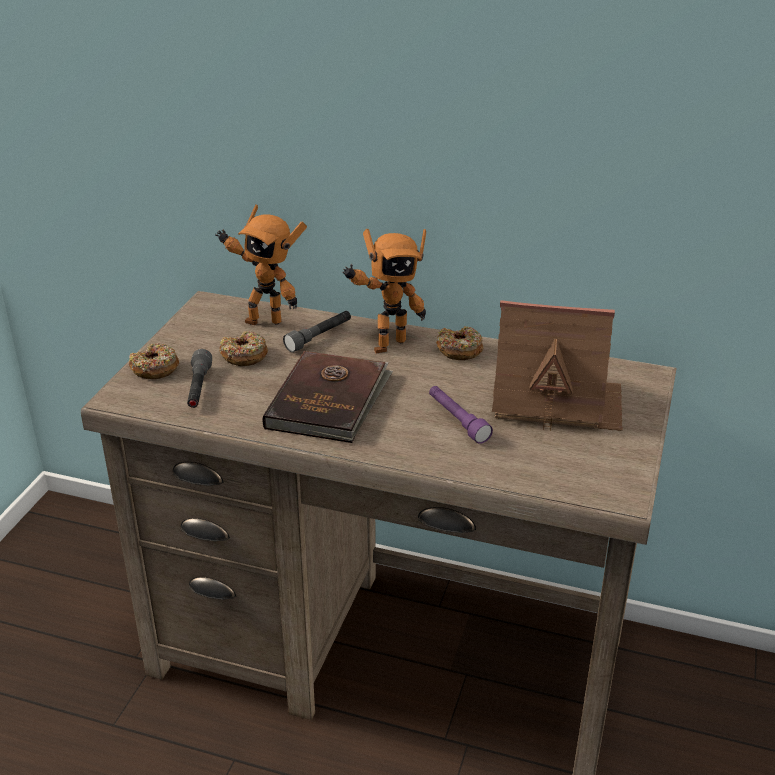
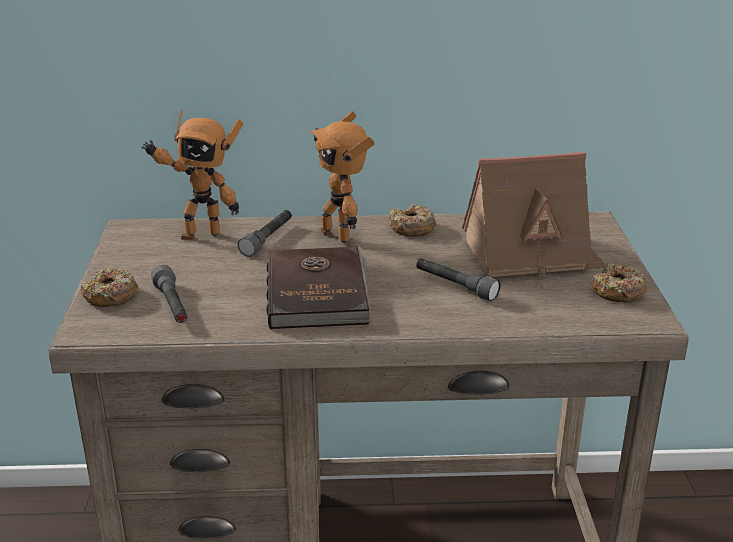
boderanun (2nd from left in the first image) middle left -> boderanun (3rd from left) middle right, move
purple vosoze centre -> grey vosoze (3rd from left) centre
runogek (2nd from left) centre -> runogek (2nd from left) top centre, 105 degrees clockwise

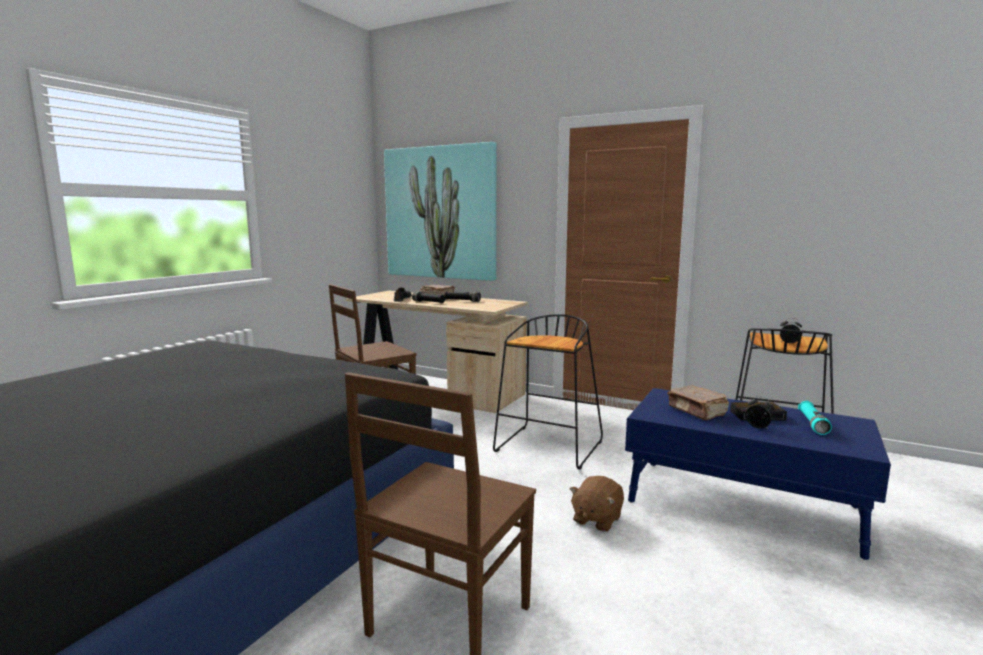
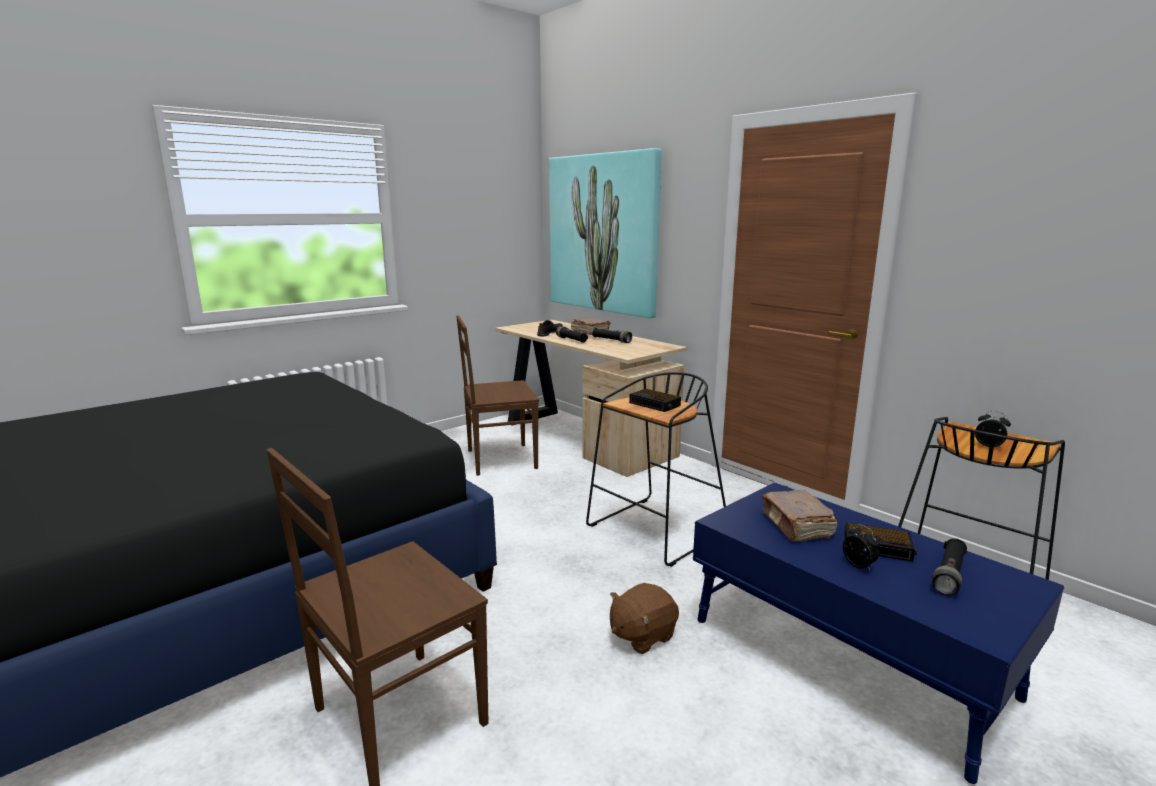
none -> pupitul (1st from left) centre
turquoise vosoze middle right -> black vosoze (3rd from left) bottom right

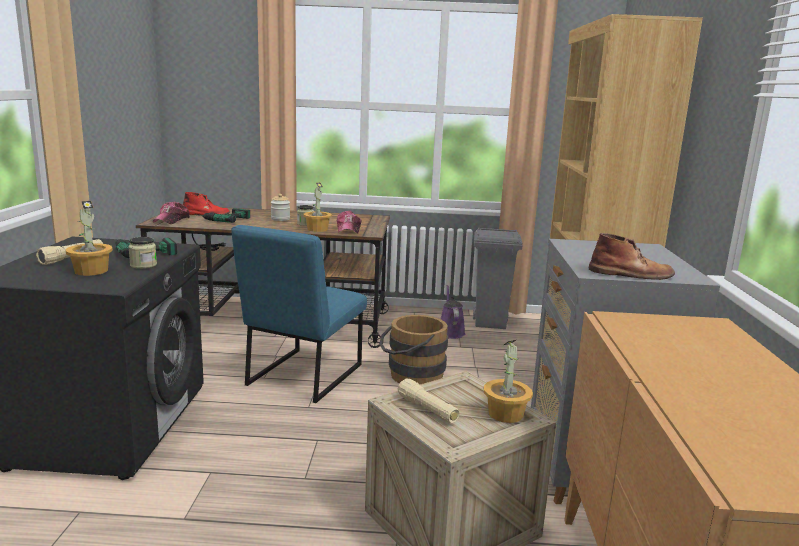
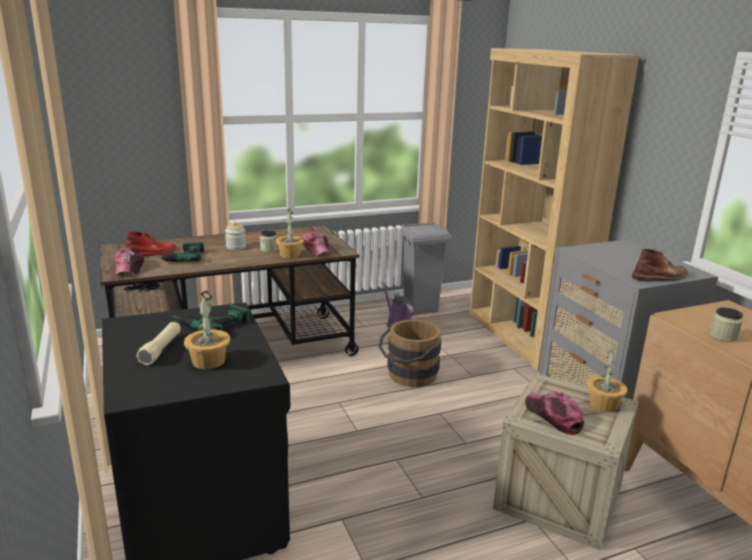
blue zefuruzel centre -> none
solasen (1st from left in the first image) middle left -> solasen (3rd from left) middle right, move
beige vosoze (2nd from left) bottom centre -> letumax (3rd from left) bottom right

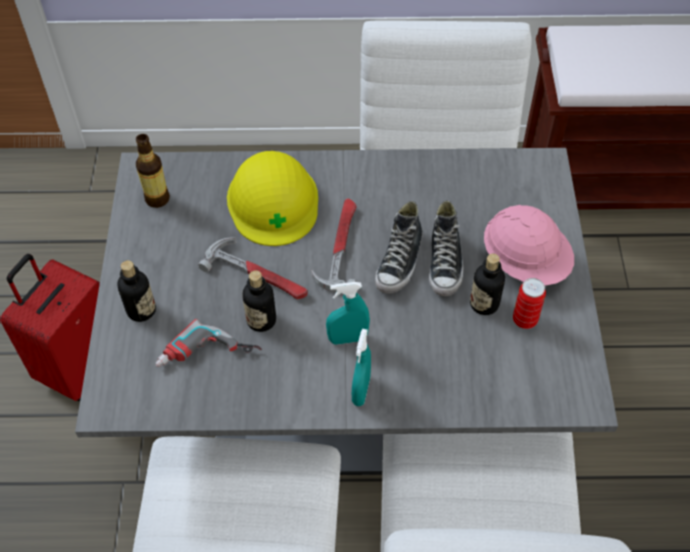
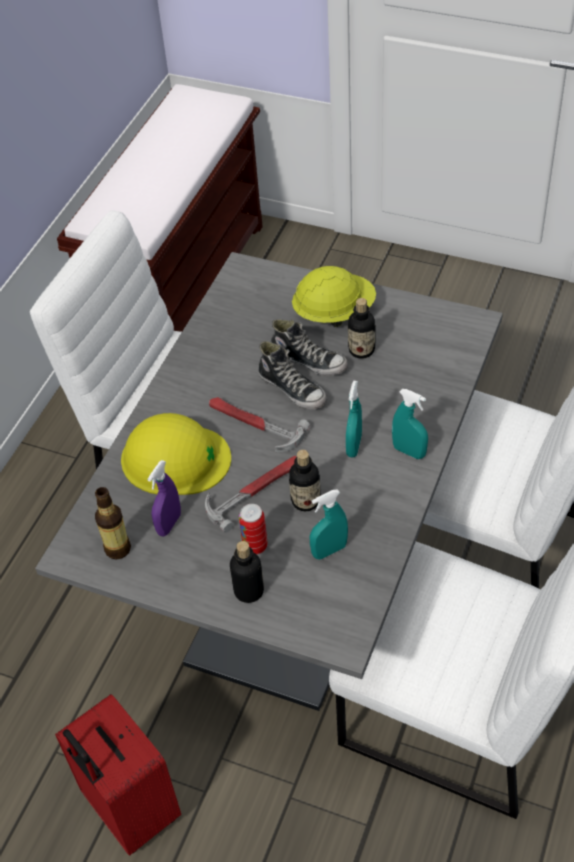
none -> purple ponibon middle left
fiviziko middle right -> fiviziko centre, move
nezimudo middle left -> turquoise ponibon (1st from left) centre
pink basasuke middle right -> yellow basasuke (2nd from left) centre

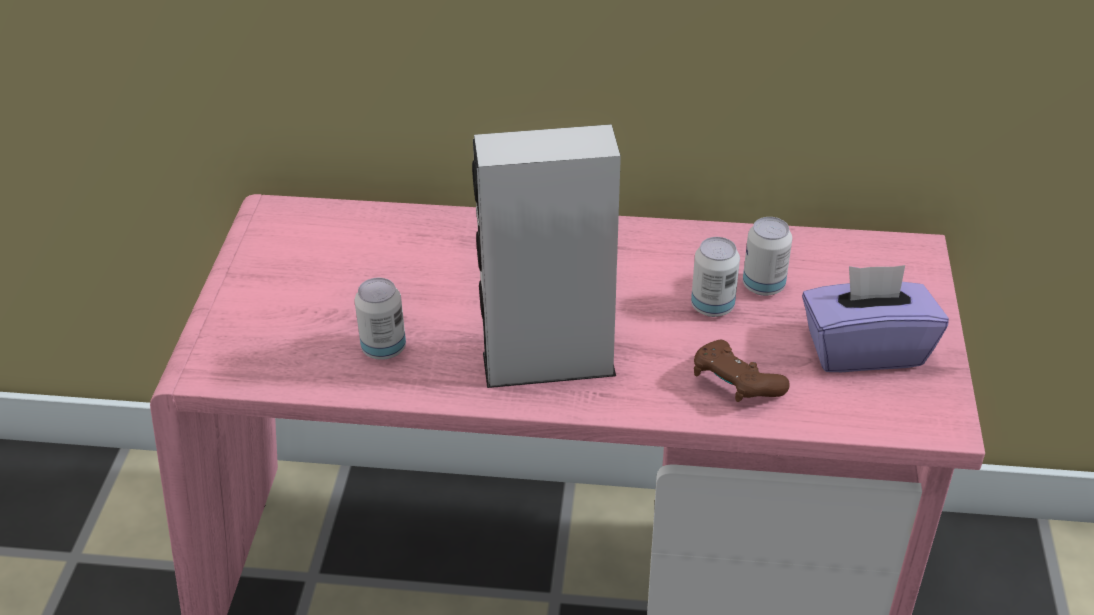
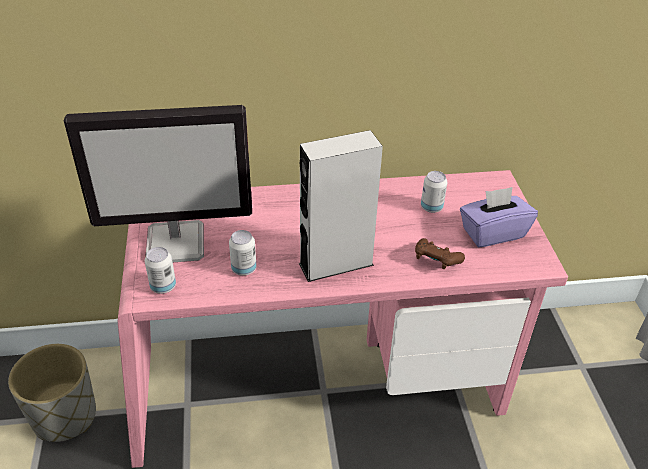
none -> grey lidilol bottom left
none -> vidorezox middle left
fiviziko (2nd from left in the first image) centre -> fiviziko (1st from left) middle left, move

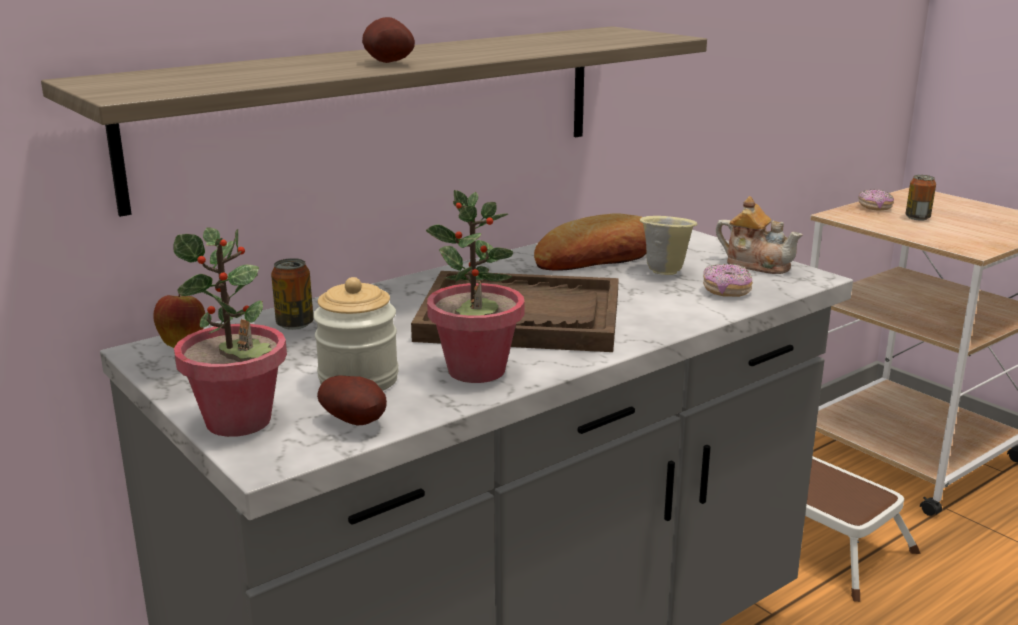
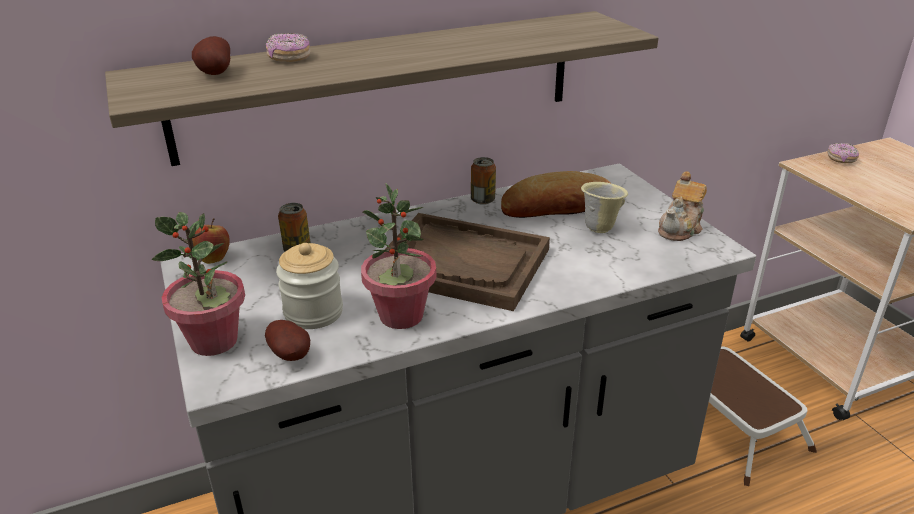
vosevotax (2nd from left in the first image) top centre -> vosevotax (1st from left) top left, move
boderanun (1st from left) middle right -> boderanun (1st from left) top left, move
fiviziko (2nd from left) top right -> fiviziko (2nd from left) centre, move
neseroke middle right, 75 degrees clockwise

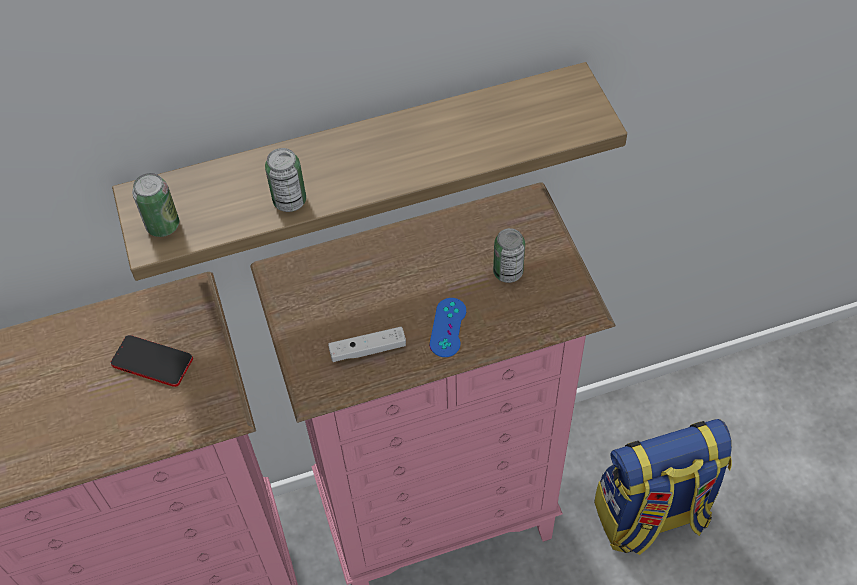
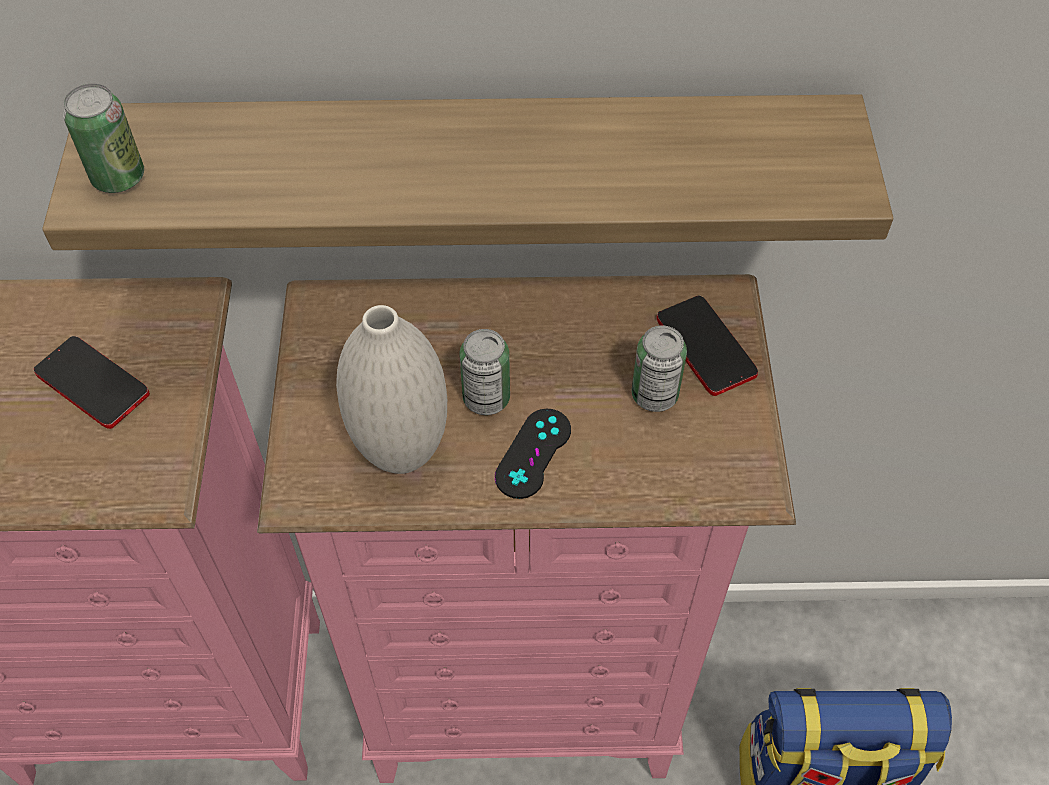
none -> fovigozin (2nd from left) middle right
fiviziko (2nd from left) top left -> fiviziko (2nd from left) centre, move
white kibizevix centre -> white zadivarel centre
blue kibizevix centre -> black kibizevix centre

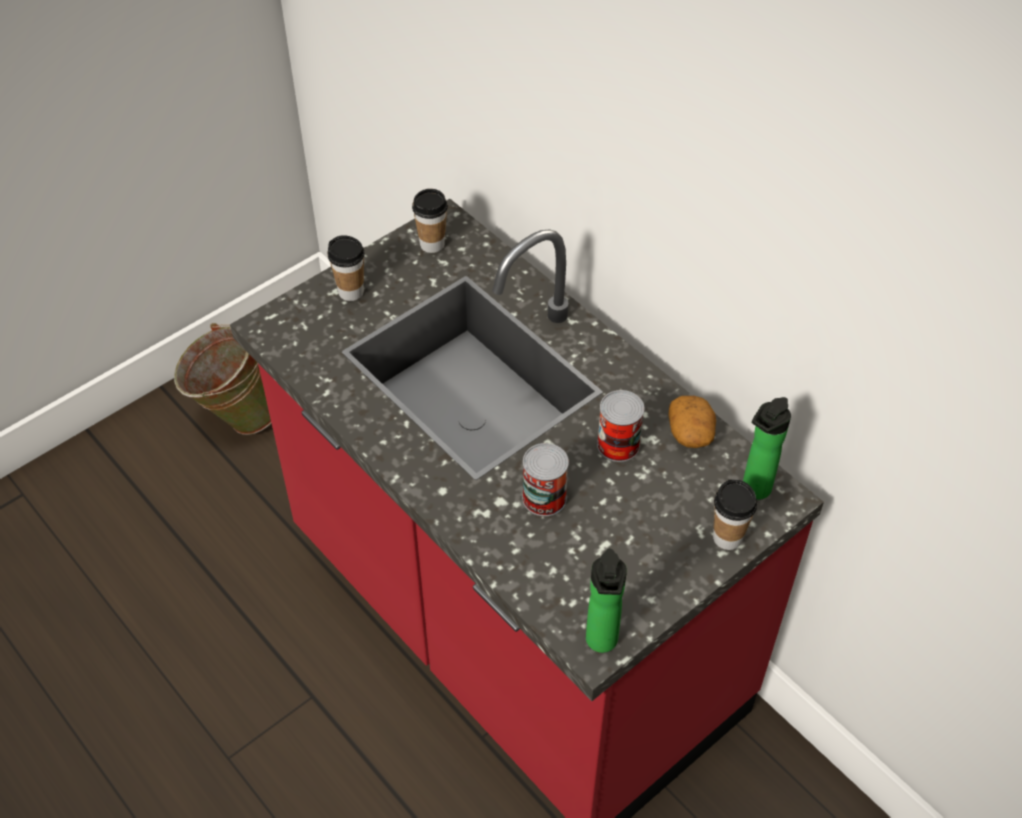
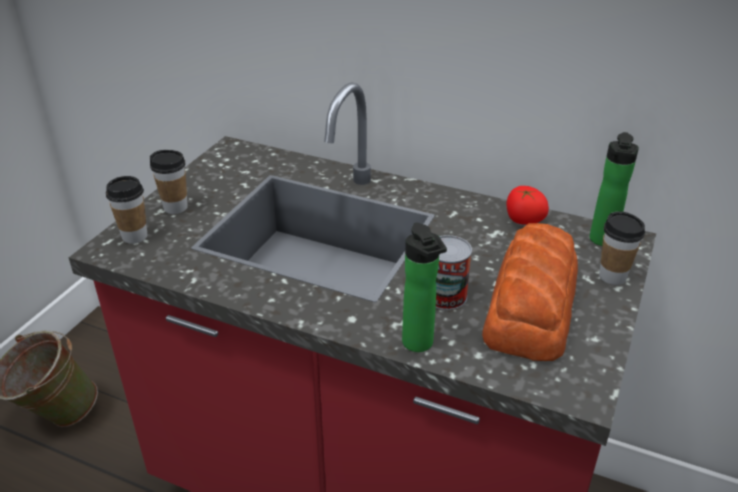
fiviziko (2nd from left) centre -> none
none -> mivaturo middle right
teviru (2nd from left in the first image) top centre -> teviru (1st from left) middle left, move
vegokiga (1st from left) bottom centre -> vegokiga (1st from left) centre, move
vosevotax middle right -> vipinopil middle right

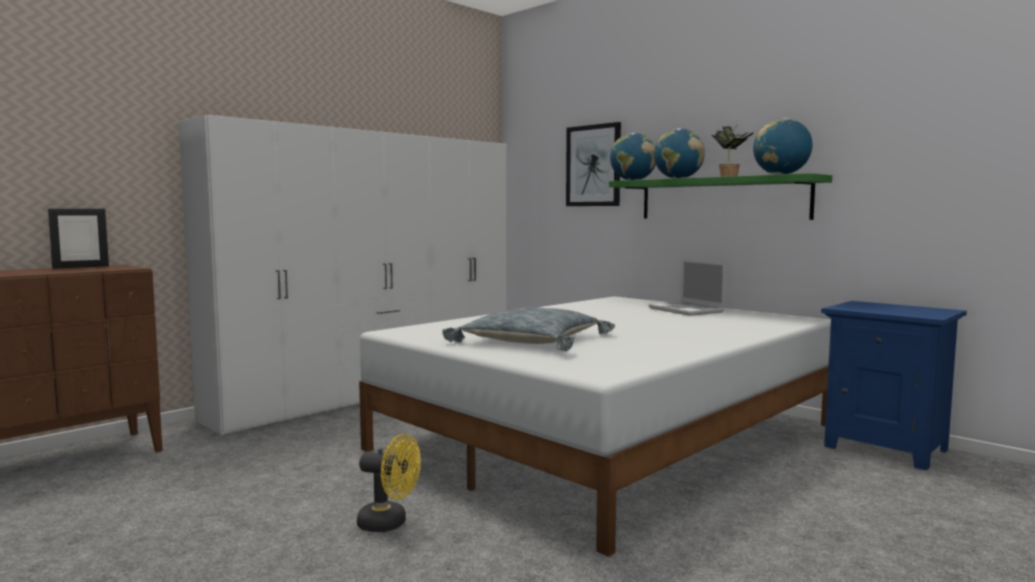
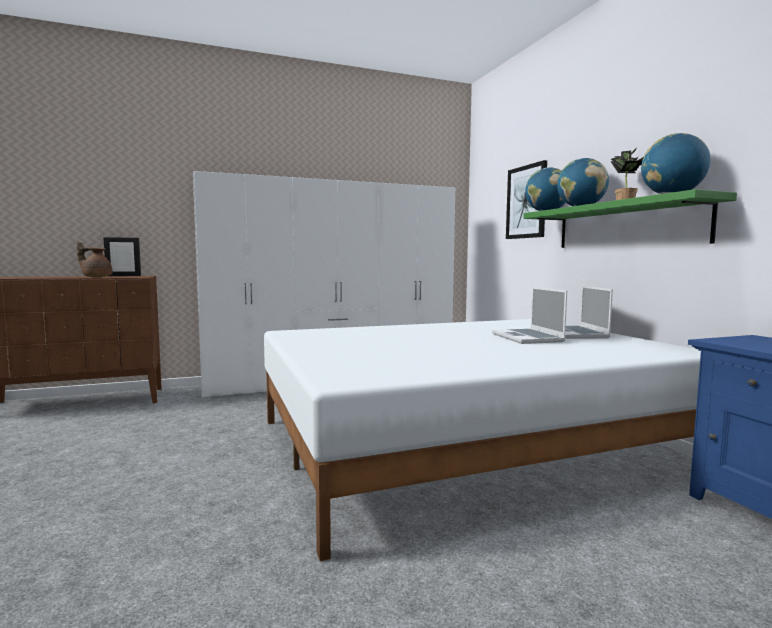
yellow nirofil bottom centre -> none
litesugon centre -> none
none -> brown neseroke middle left
none -> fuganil (1st from left) middle right

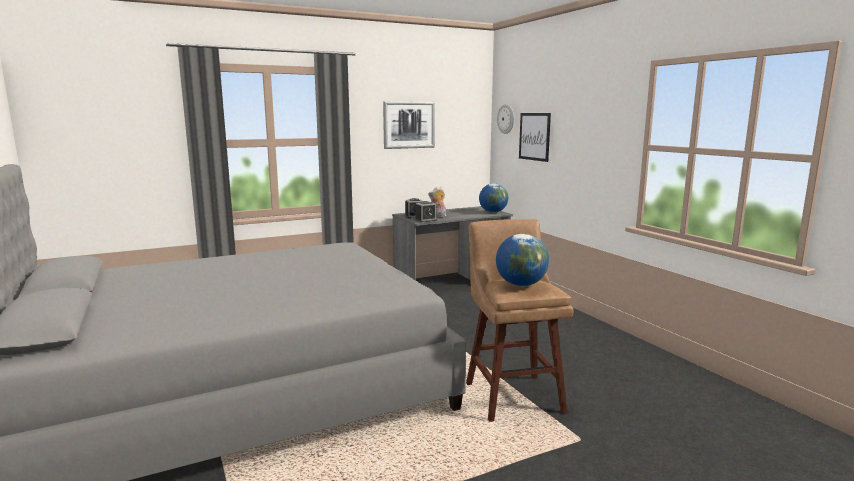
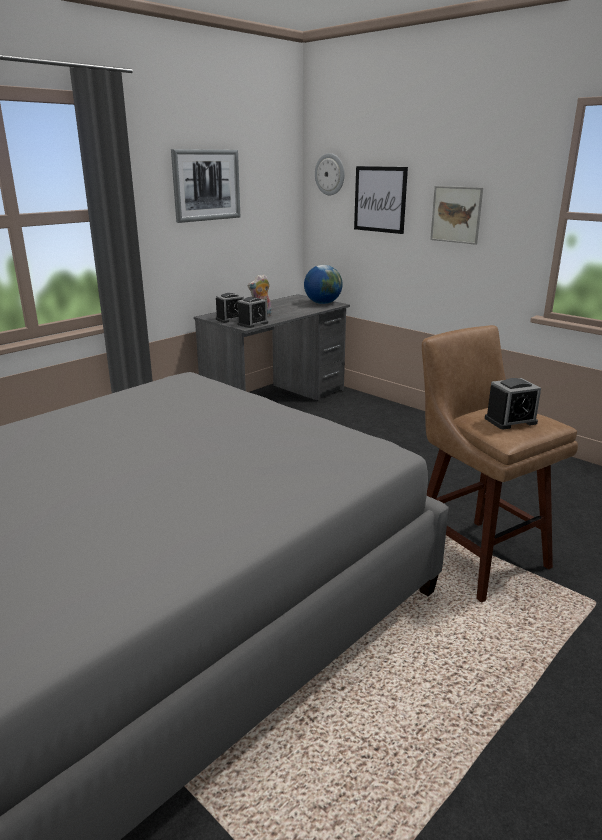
none -> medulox (3rd from left) top right
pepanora (2nd from left) centre -> pupitul (3rd from left) middle right

